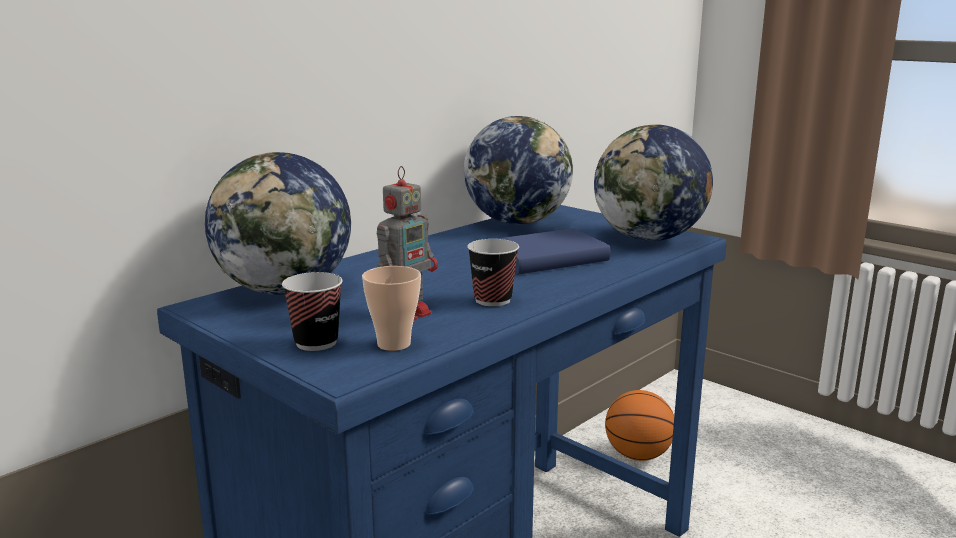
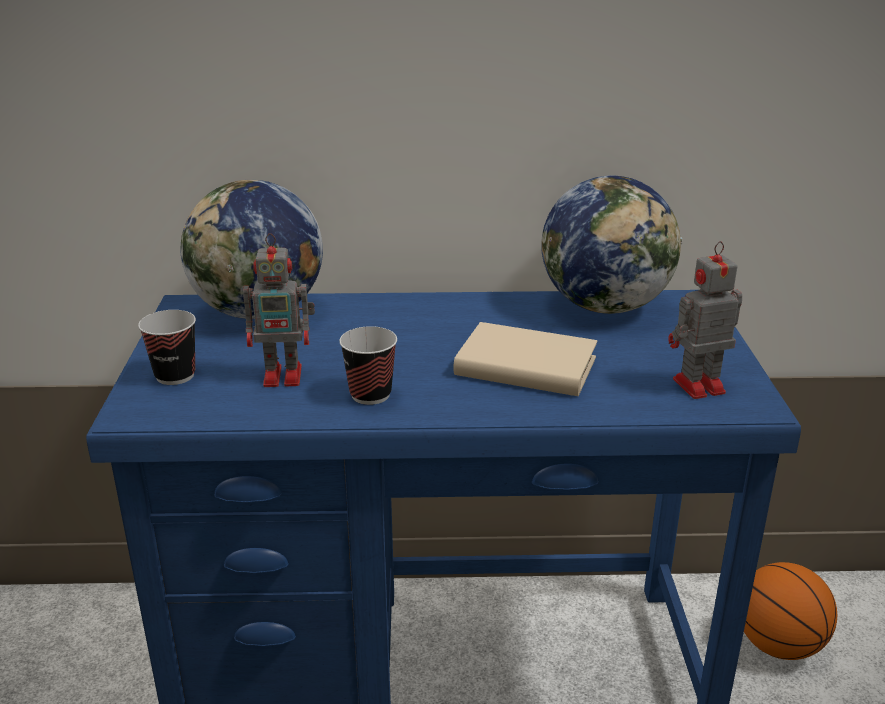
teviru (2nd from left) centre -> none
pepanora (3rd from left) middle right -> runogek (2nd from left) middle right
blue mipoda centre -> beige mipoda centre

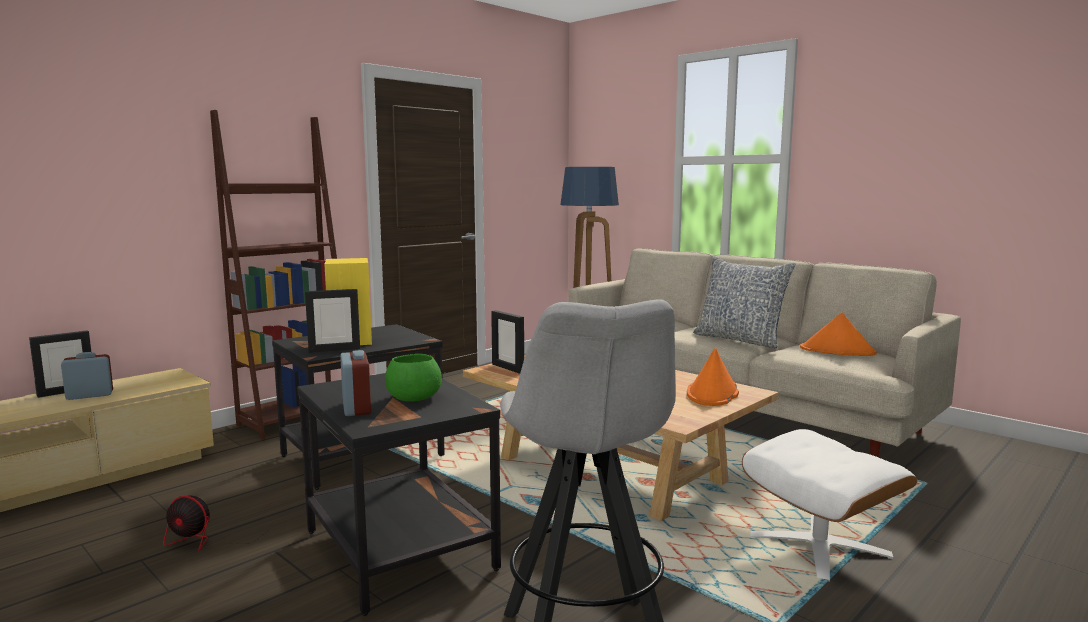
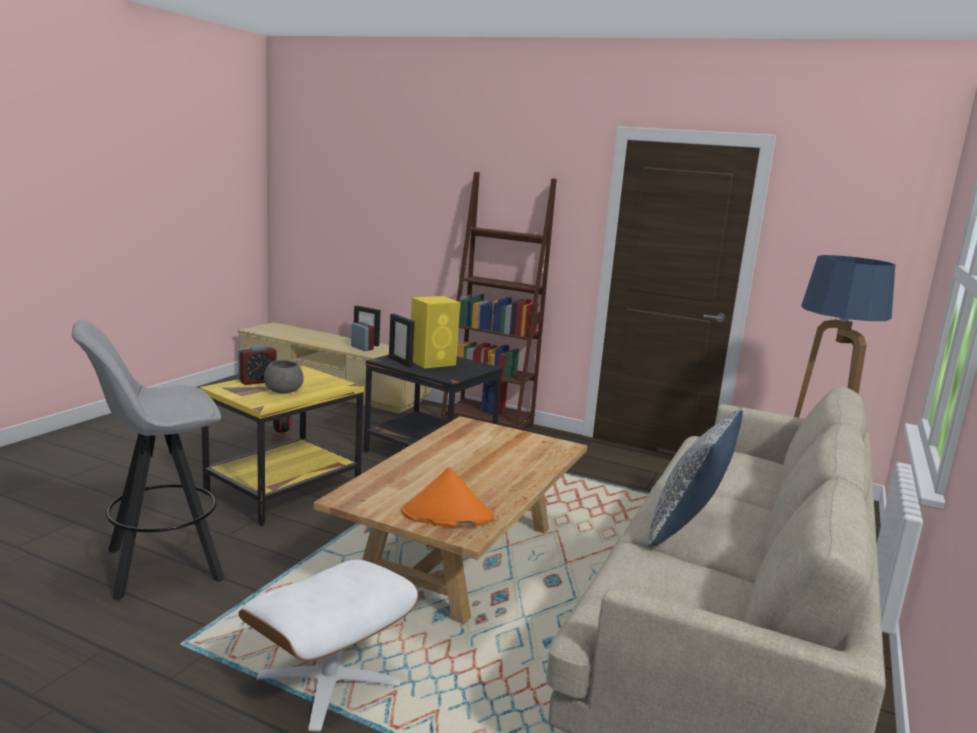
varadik (3rd from left) centre -> none
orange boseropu (2nd from left) middle right -> none
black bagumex (2nd from left) bottom centre -> yellow bagumex middle left
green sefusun centre -> grey sefusun middle left

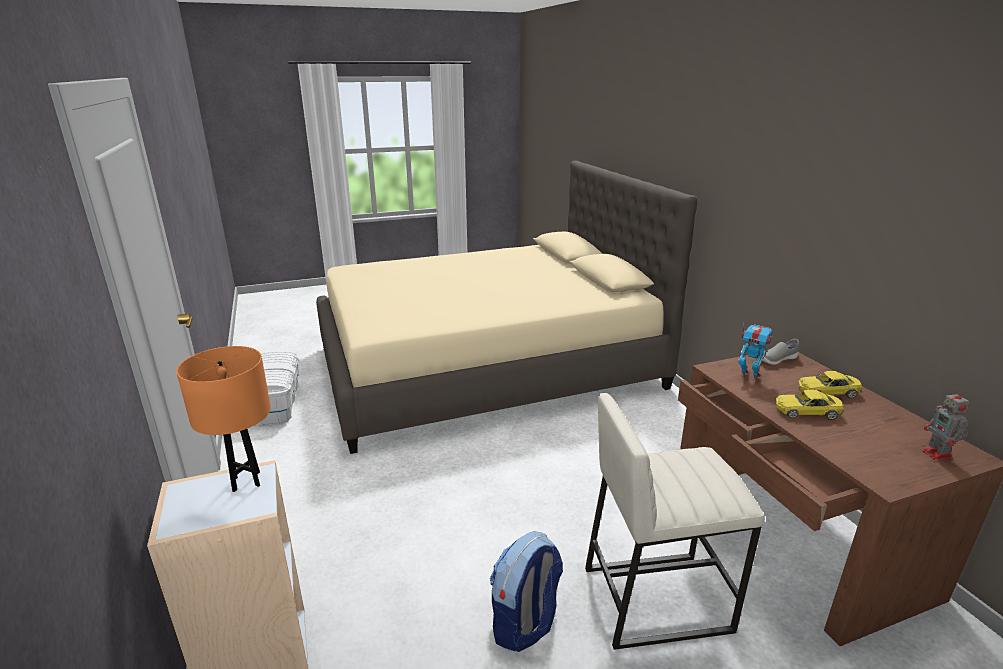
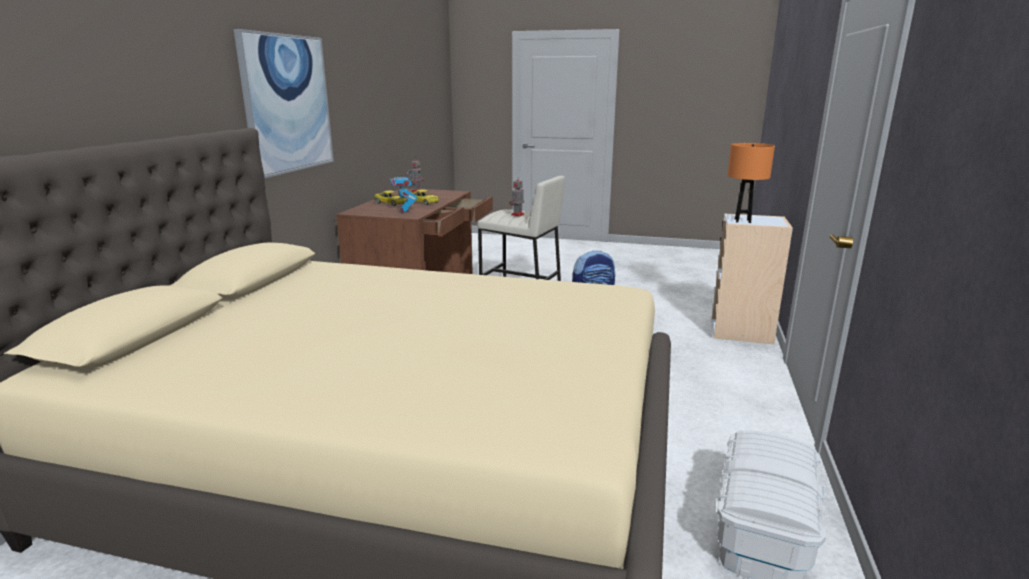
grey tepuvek middle right -> none
none -> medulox top left
none -> runogek (3rd from left) centre

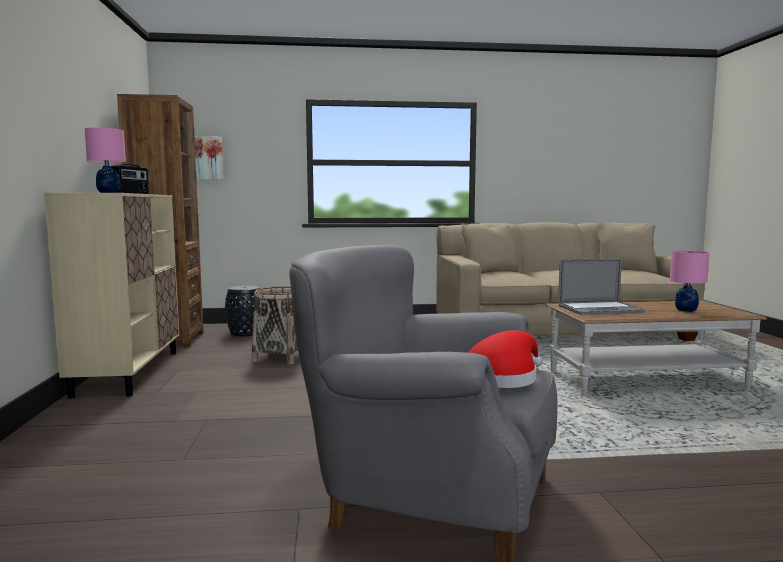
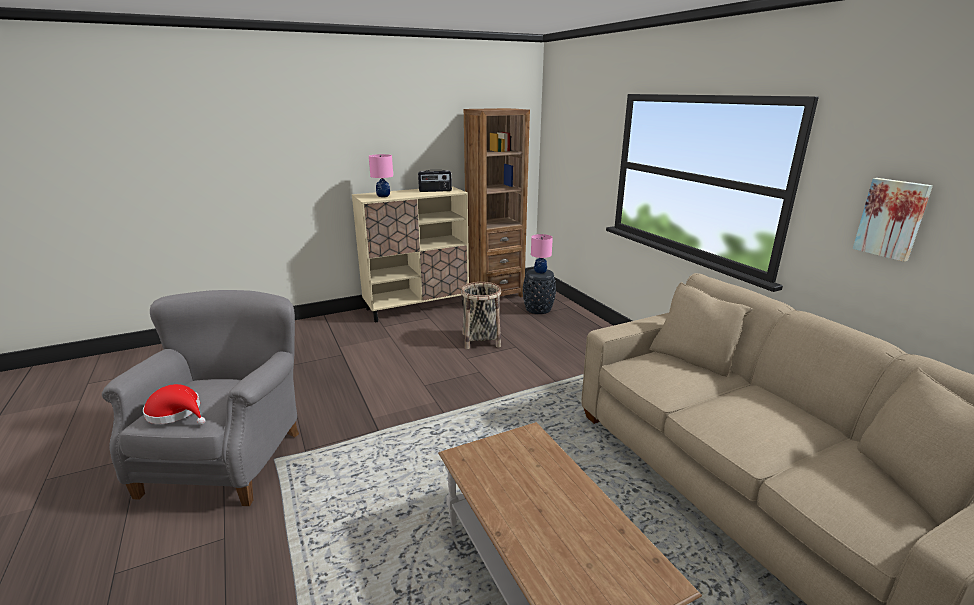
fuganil middle right -> none
medulox top left -> medulox middle right, move
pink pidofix (2nd from left) middle right -> pink pidofix (2nd from left) centre, move

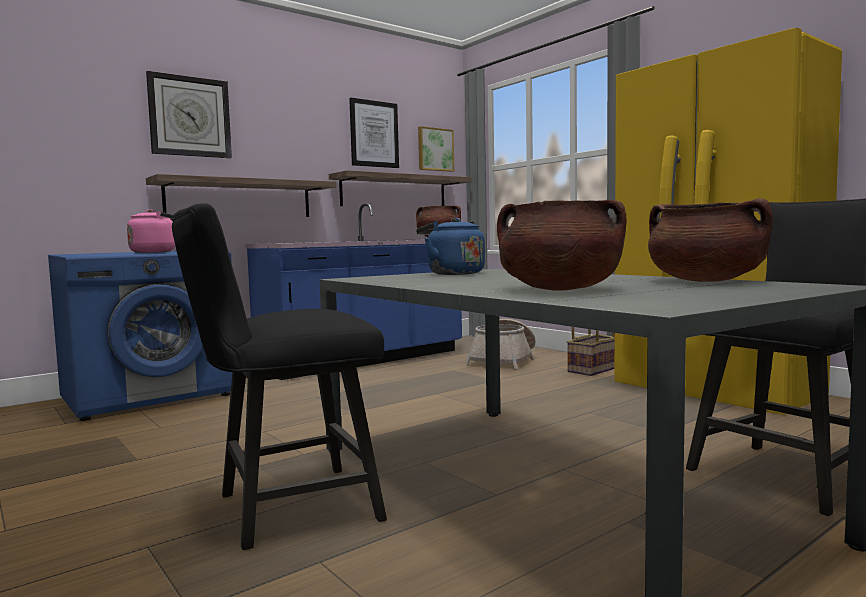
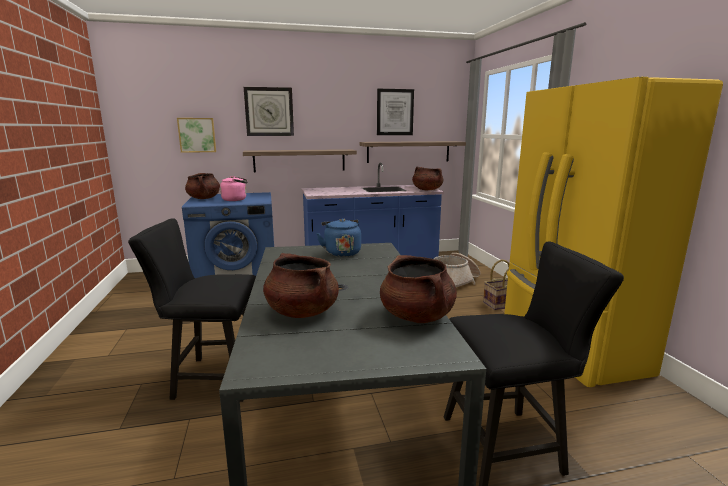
none -> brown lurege (1st from left) middle left
medulox (2nd from left in the first image) top centre -> medulox (1st from left) top left, move

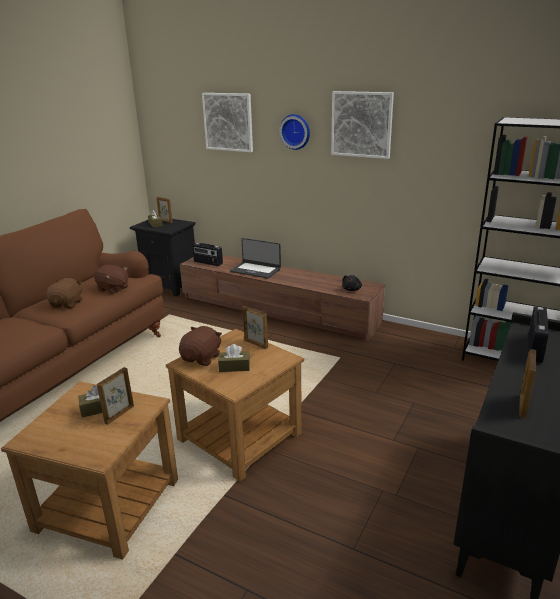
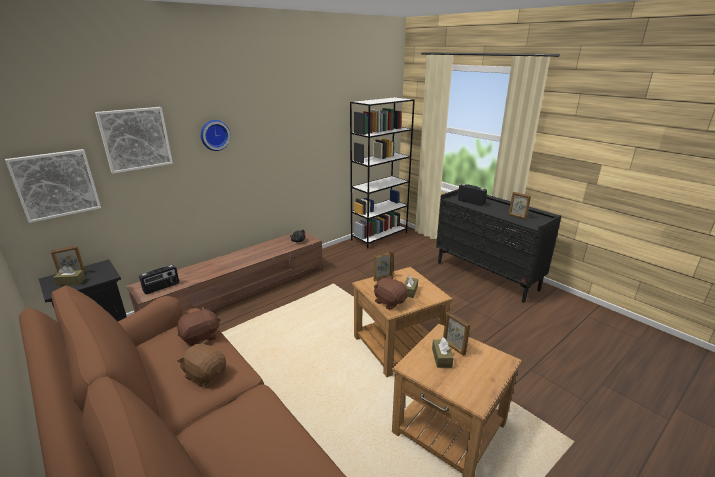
fuganil centre -> none
medulox (2nd from left in the first image) top centre -> medulox (1st from left) middle left, move

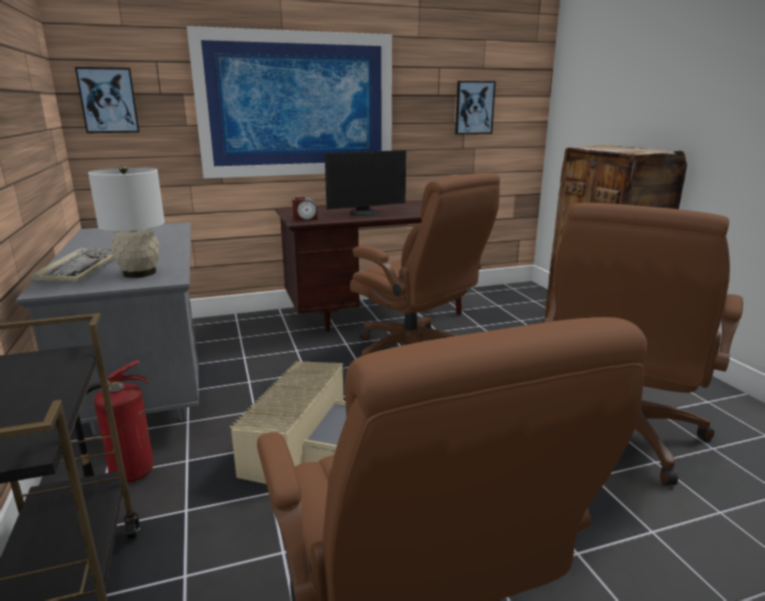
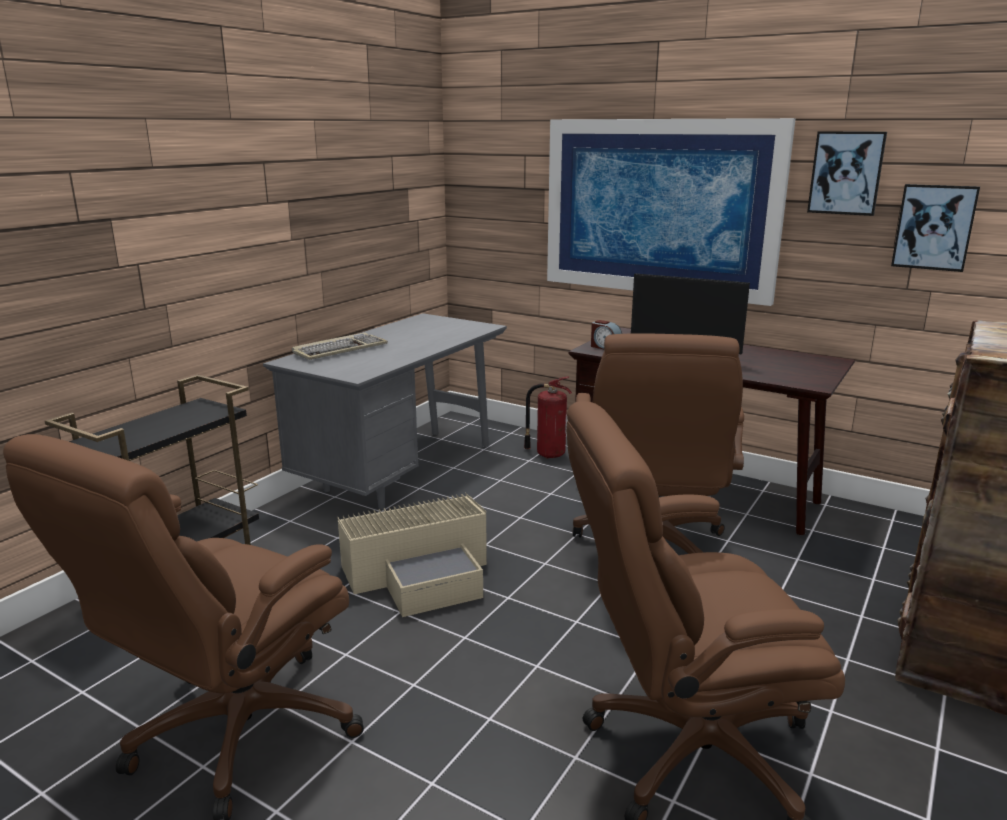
white pidofix middle left -> none
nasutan bottom left -> nasutan centre, move
medulox (1st from left in the first image) top left -> medulox (2nd from left) top right, move

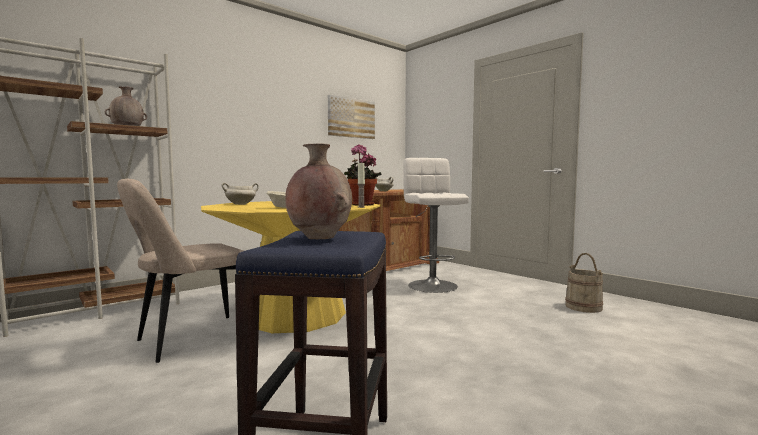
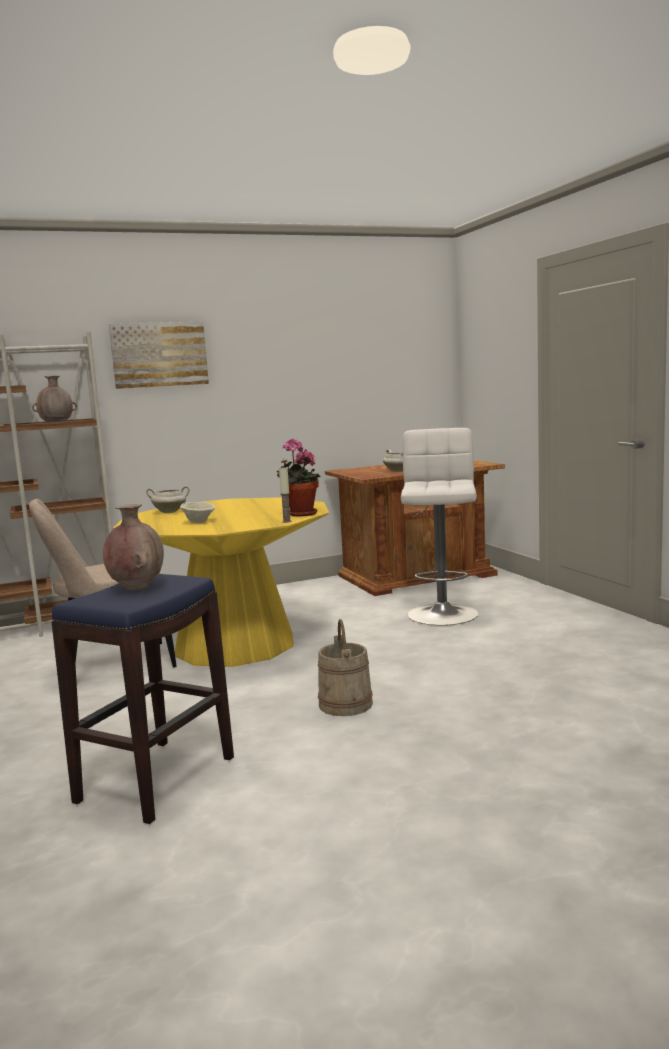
medulox top centre -> medulox middle left, move
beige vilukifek middle right -> beige vilukifek centre, move

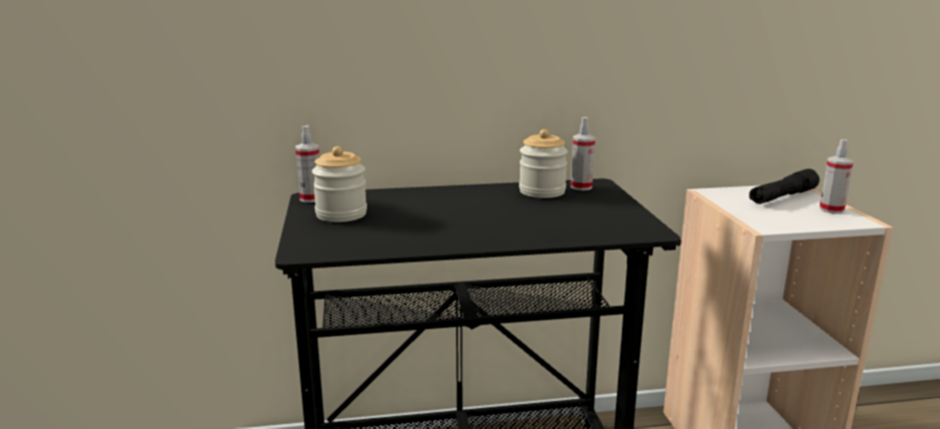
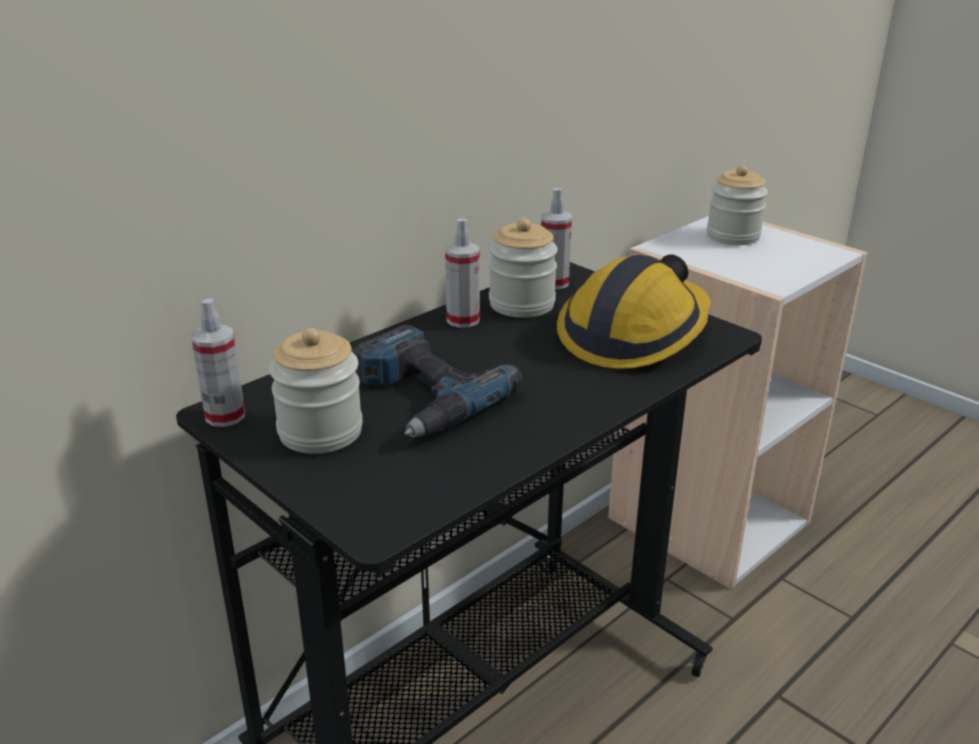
none -> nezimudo centre
none -> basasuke centre
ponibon (3rd from left in the first image) middle right -> ponibon (2nd from left) centre, move
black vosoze middle right -> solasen (3rd from left) top right

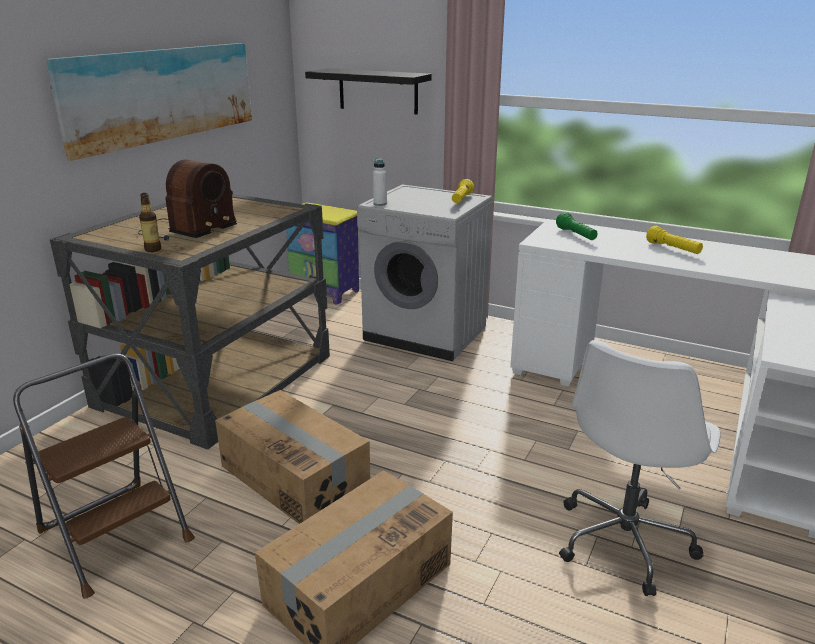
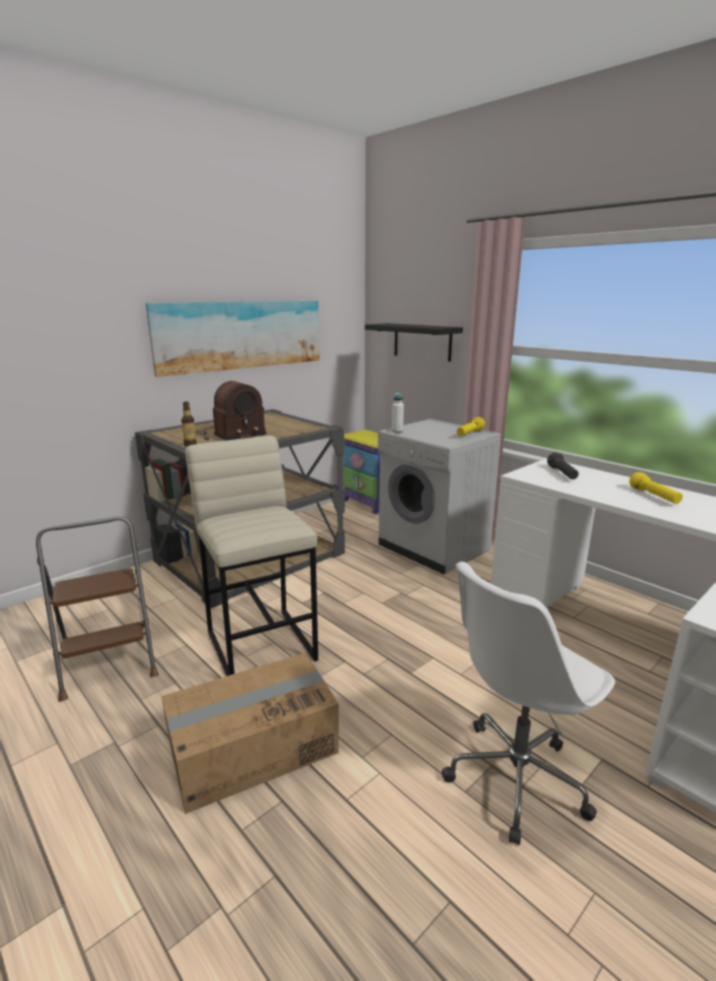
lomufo (1st from left) bottom centre -> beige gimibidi centre
green vosoze middle right -> black vosoze middle right

